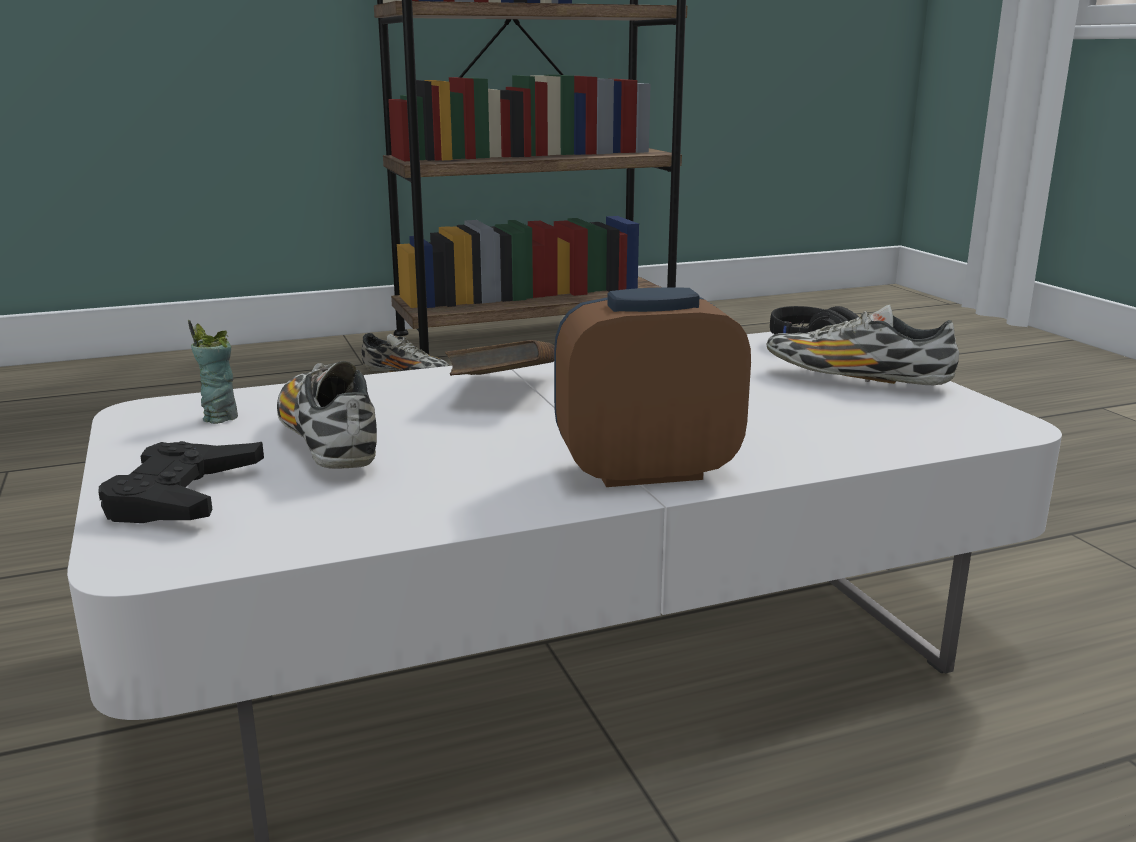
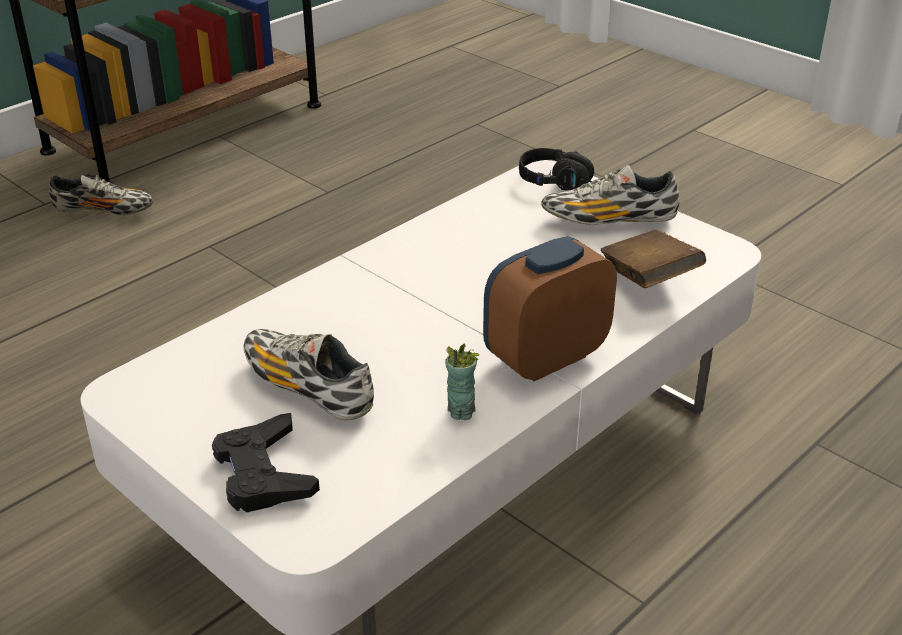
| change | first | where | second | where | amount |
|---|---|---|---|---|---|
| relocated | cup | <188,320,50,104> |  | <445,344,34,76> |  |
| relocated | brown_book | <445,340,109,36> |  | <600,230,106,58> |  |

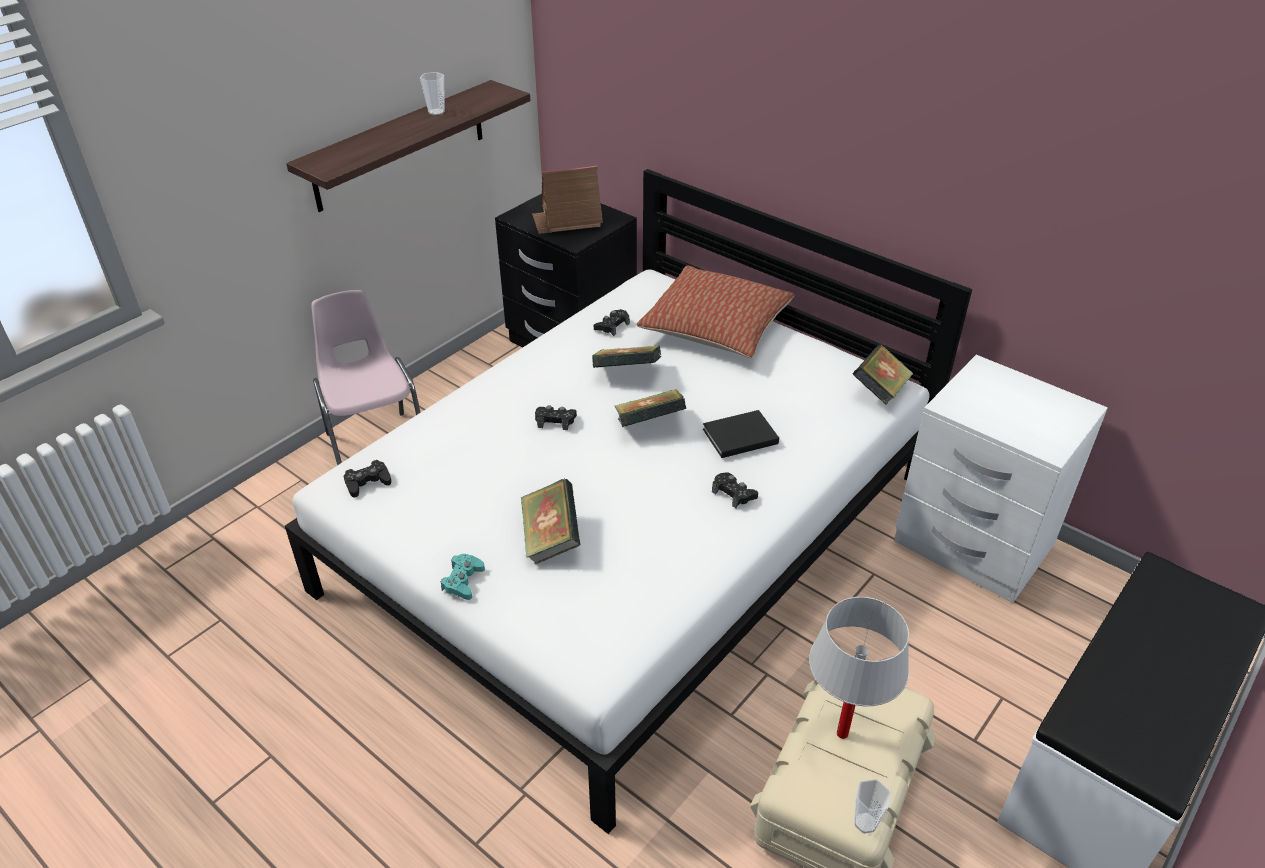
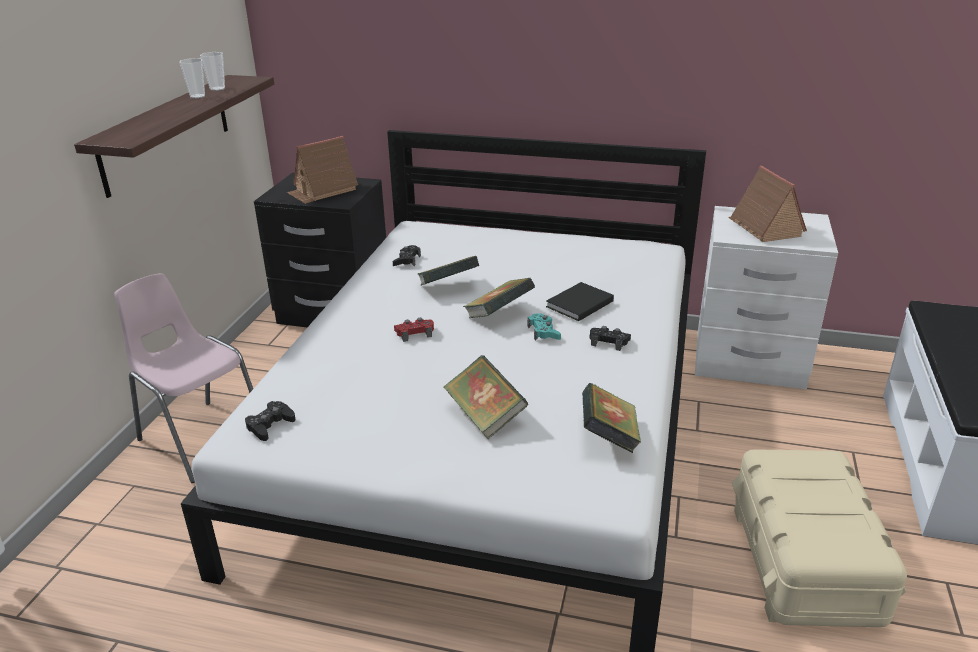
| change | first | where | second | where | amount |
|---|---|---|---|---|---|
| relocated | turquoise_game_controller | <441,554,44,46> |  | <528,313,33,28> |  |
| colour | black_game_controller | <535,405,42,25> | red_game_controller | <394,318,40,24> |  |
| missing | pillow | <637,265,157,93> |  |  |  |
| missing | white_table_lamp | <809,597,100,142> |  |  |  |
| relocated | book | <853,344,60,61> |  | <582,383,59,70> |  |
| relocated | cup | <854,779,38,54> |  | <200,52,25,39> |  |
| appeared |  |  | toy_house | <728,166,79,76> |  |

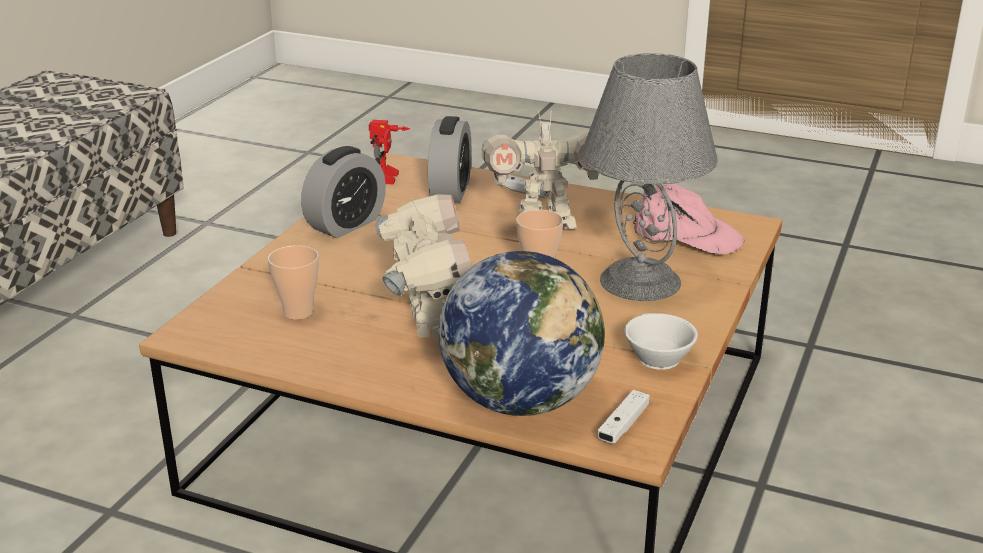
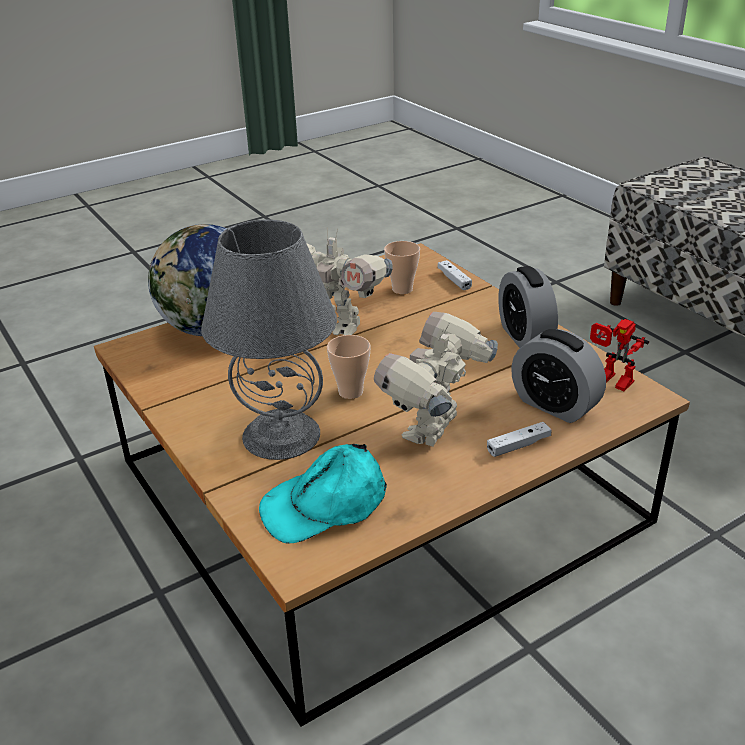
| change | first | where | second | where | amount |
|---|---|---|---|---|---|
| relocated | white_game_controller | <597,390,53,54> |  | <437,260,35,30> |  |
| missing | white_cup | <624,313,74,57> |  |  |  |
| colour | pink_cap | <633,184,111,71> | turquoise_cap | <259,444,128,100> |  |

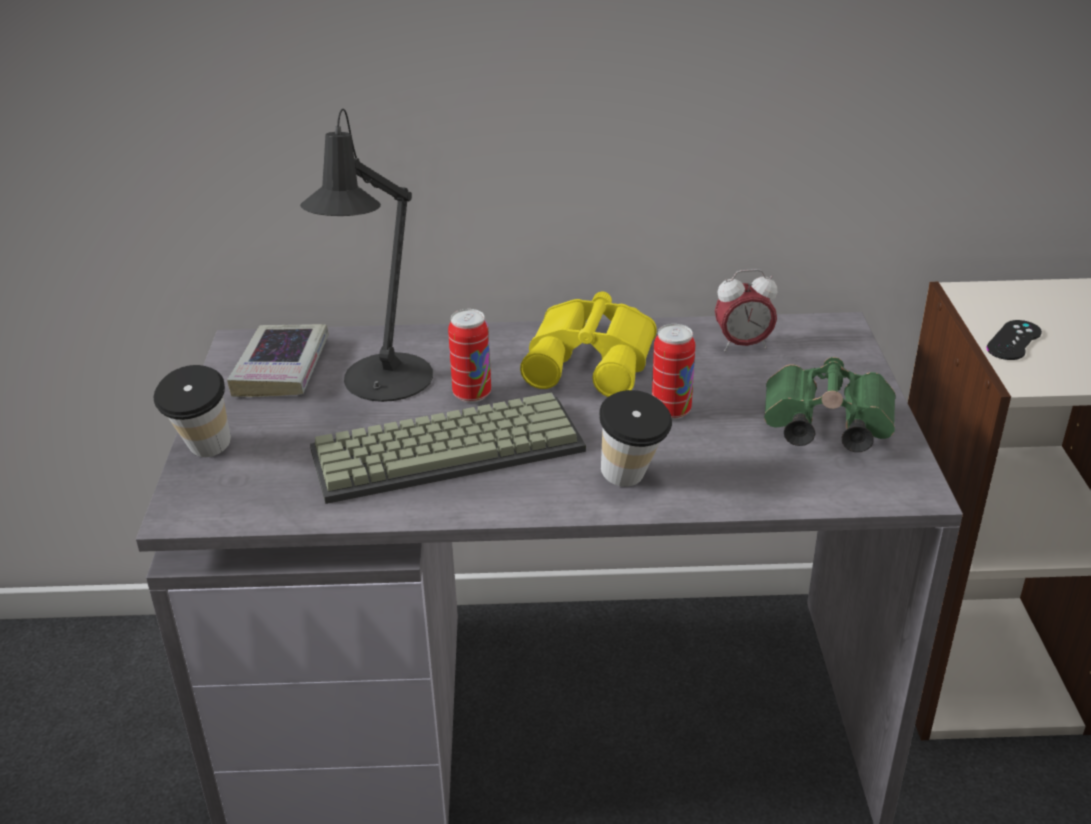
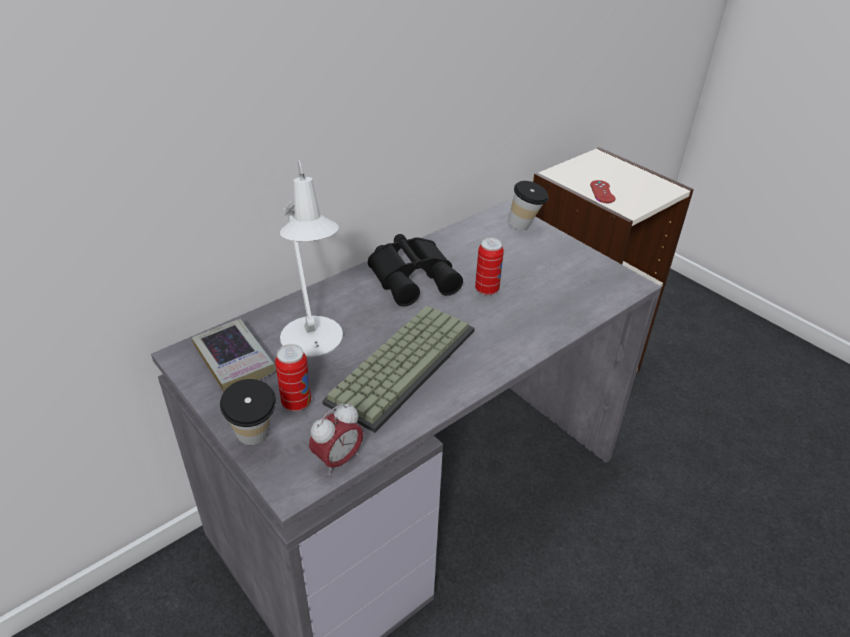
| change | first | where | second | where | amount |
|---|---|---|---|---|---|
| colour | black_table_lamp | <300,109,133,293> | white_table_lamp | <280,160,63,197> |  |
| relocated | can | <448,309,43,94> |  | <275,344,36,67> |  |
| colour | yellow_binoculars | <520,292,137,105> | black_binoculars | <368,234,95,73> |  |
| relocated | cup | <599,390,73,97> |  | <508,181,41,50> |  |
| relocated | alarm_clock | <715,269,63,83> |  | <309,403,54,72> |  |
| missing | green_binoculars | <764,357,131,95> |  |  |  |
| colour | black_game_controller | <986,320,56,40> | red_game_controller | <590,180,25,23> |  |

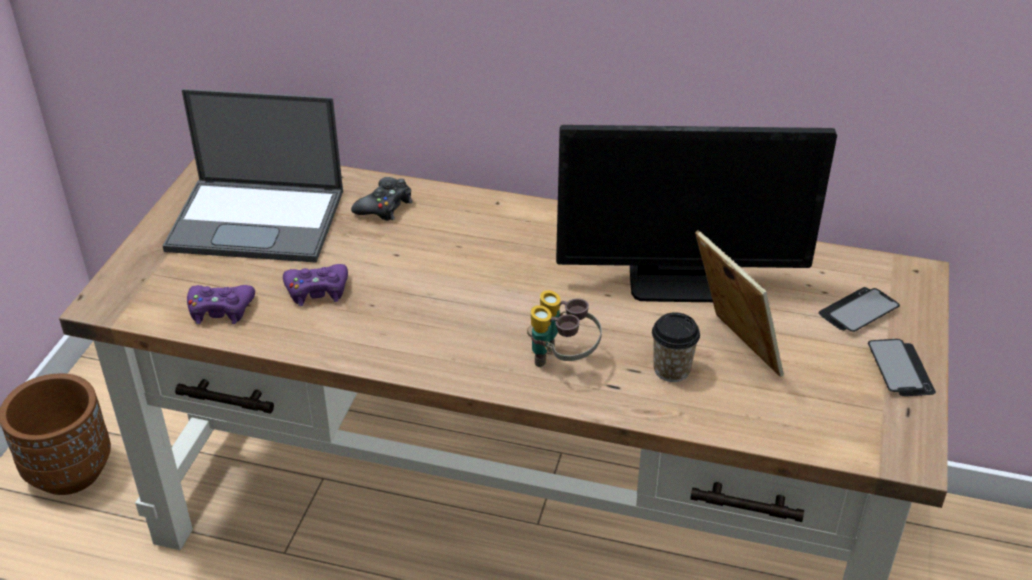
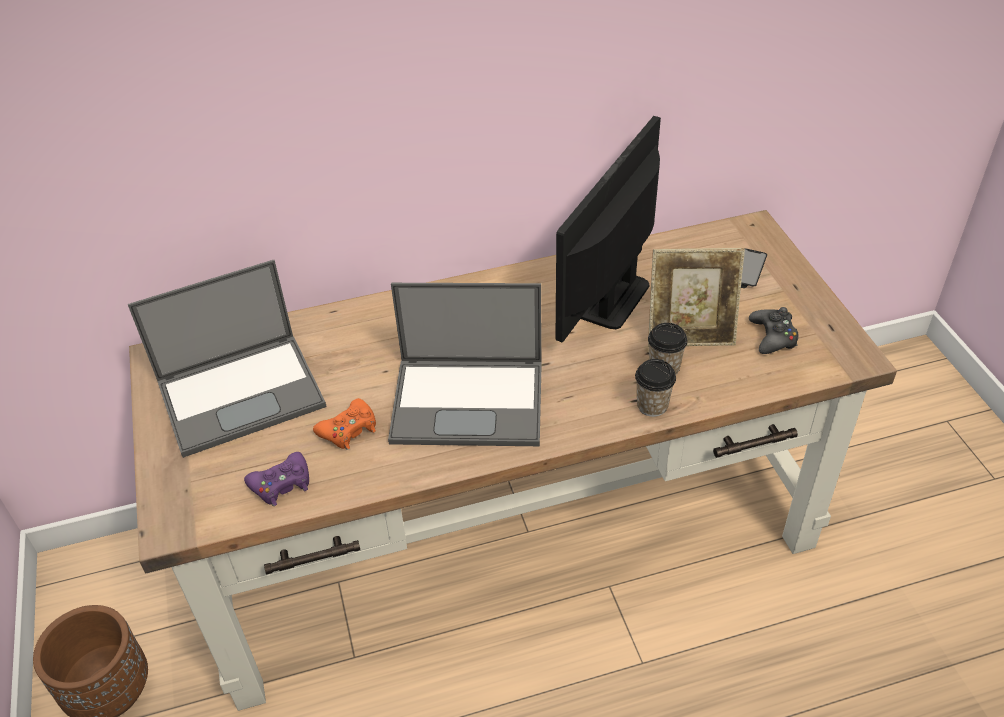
| change | first | where | second | where | amount |
|---|---|---|---|---|---|
| colour | purple_game_controller | <283,264,65,42> | orange_game_controller | <313,398,63,52> |  |
| relocated | black_game_controller | <351,177,62,44> |  | <749,307,49,47> |  |
| missing | binoculars | <527,290,75,77> |  |  |  |
| spun | monitor | <556,125,281,177> |  | <555,116,106,226> | 150 degrees clockwise |
| spun | picture_frame | <695,230,89,147> |  | <648,248,97,99> | 150 degrees clockwise |
| missing | phone | <868,339,68,57> |  |  |  |
| appeared |  |  | laptop | <388,283,154,163> |  |
| appeared |  |  | cup | <635,359,41,58> |  |

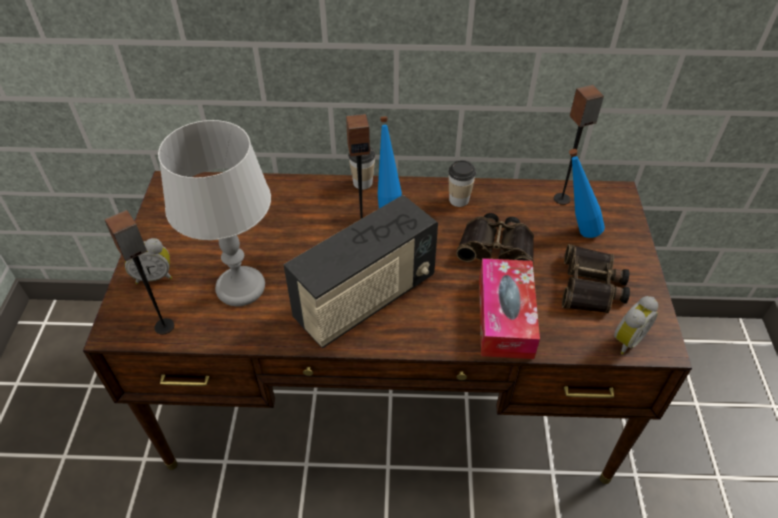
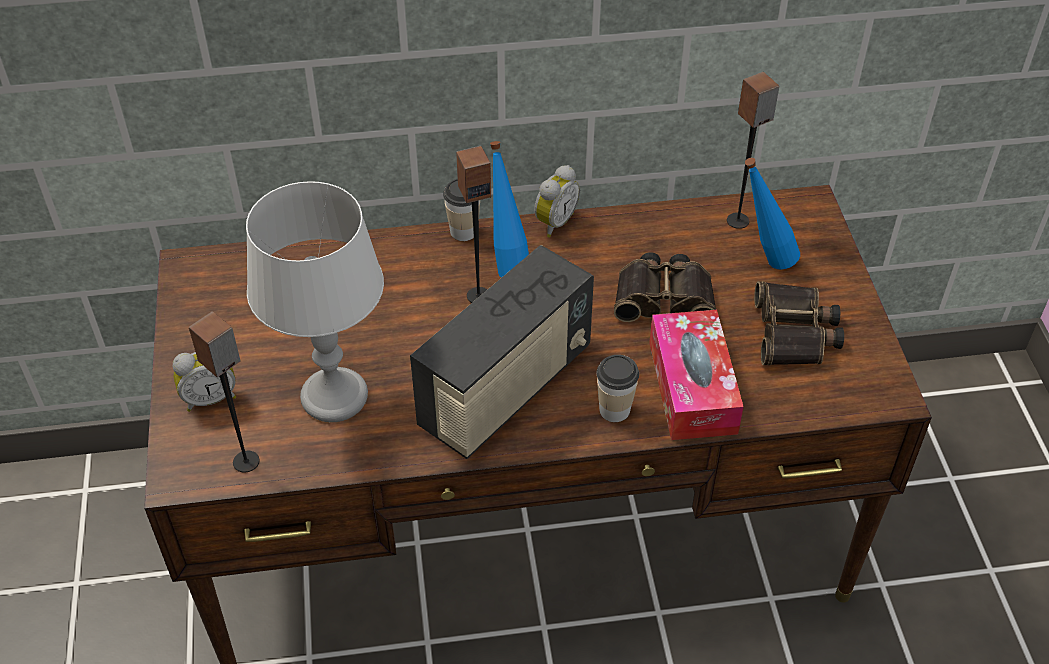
| change | first | where | second | where | amount |
|---|---|---|---|---|---|
| relocated | cup | <448,160,28,47> |  | <597,355,42,67> |  |
| relocated | alarm_clock | <614,296,44,59> |  | <534,165,46,72> |  |

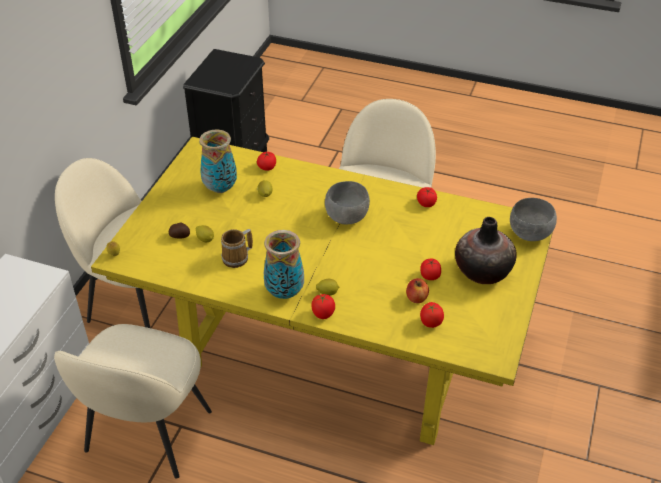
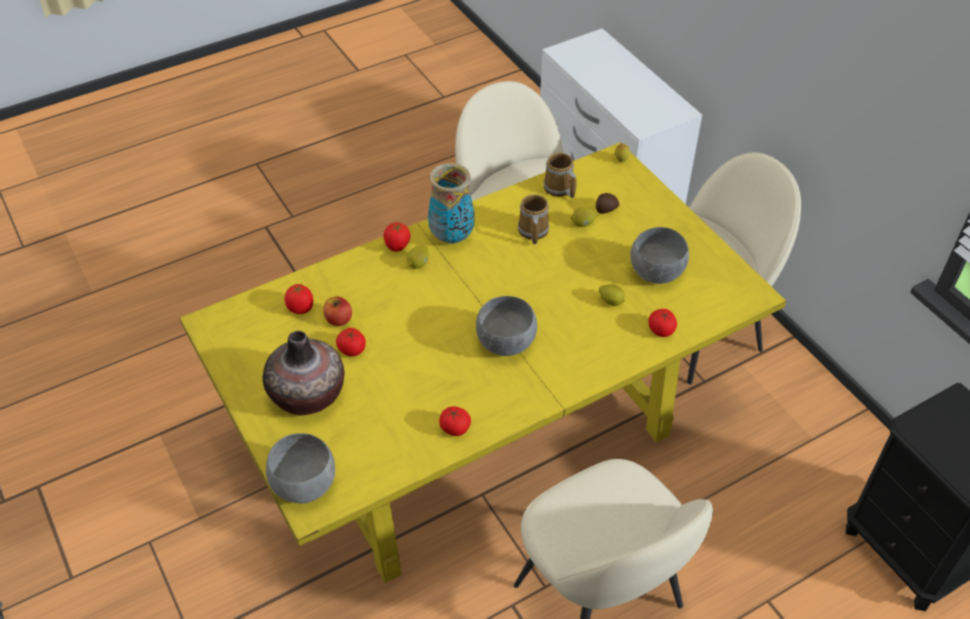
| change | first | where | second | where | amount |
|---|---|---|---|---|---|
| exchanged | vase | <199,130,38,63> | grey_bowl | <630,227,59,57> |  |
| appeared |  |  | mug | <544,153,32,45> |  |

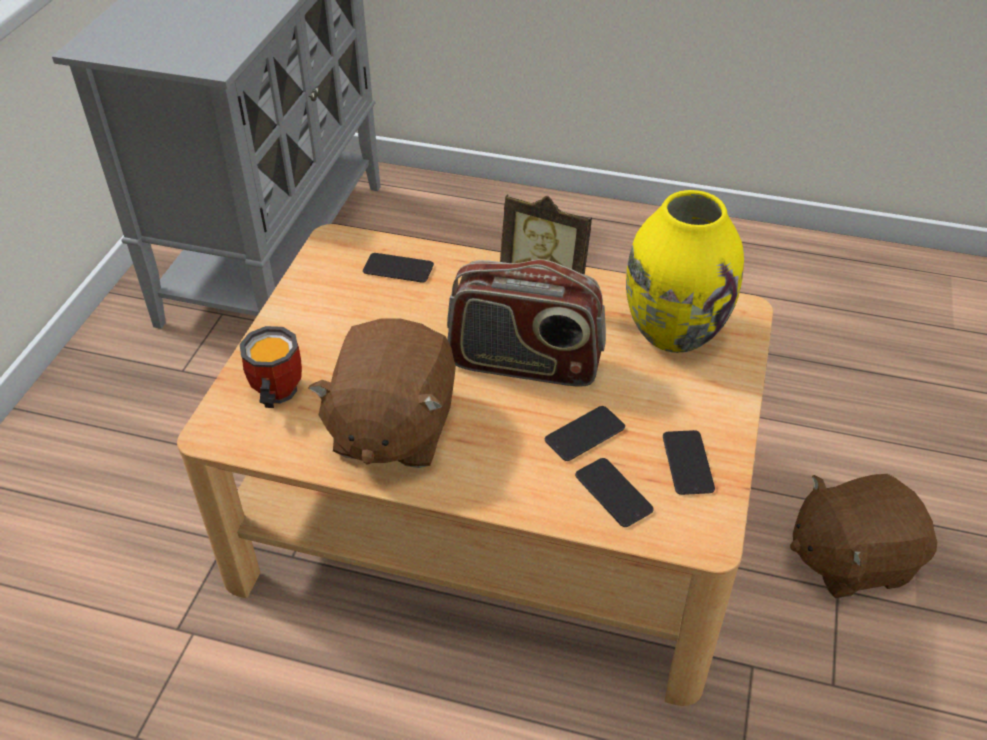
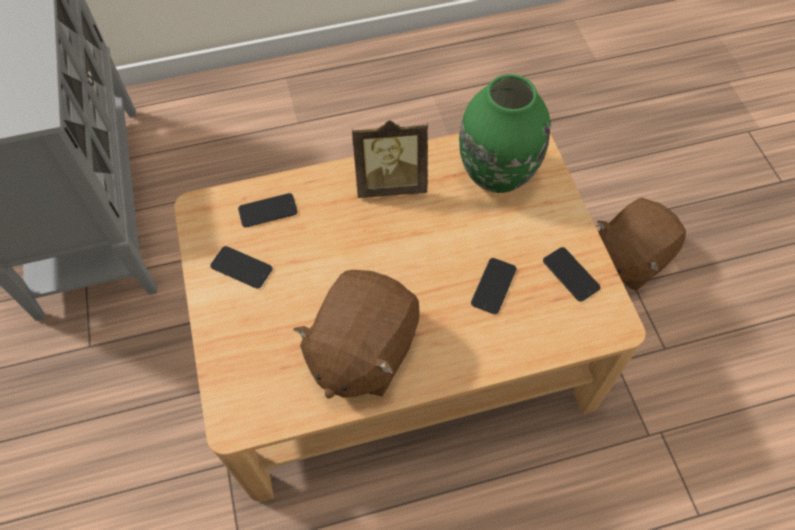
| change | first | where | second | where | amount |
|---|---|---|---|---|---|
| missing | mug | <240,326,62,82> |  |  |  |
| spun | brown_plush_toy | <308,318,148,150> |  | <293,270,127,128> | 45 degrees clockwise |
| missing | radio | <447,259,159,128> |  |  |  |
| relocated | phone | <575,458,79,69> |  | <210,246,62,43> |  |
| colour | yellow_vase | <626,190,118,163> | green_vase | <459,74,92,119> |  |

